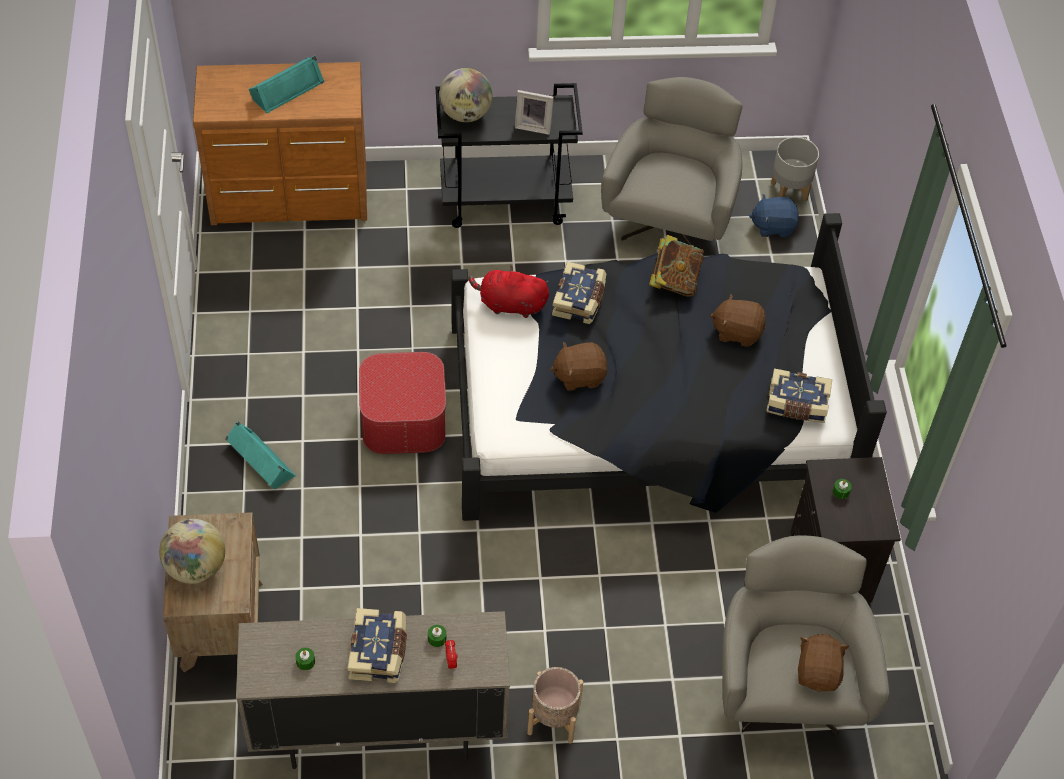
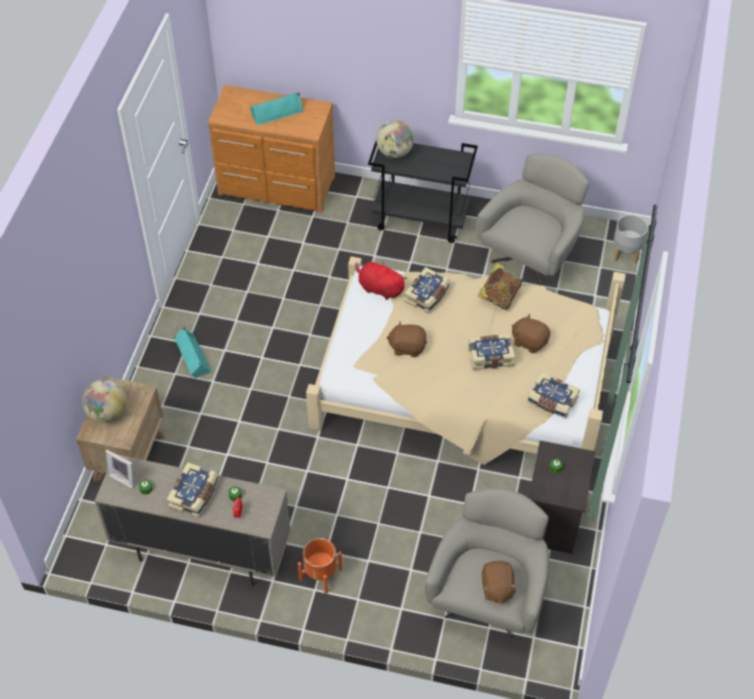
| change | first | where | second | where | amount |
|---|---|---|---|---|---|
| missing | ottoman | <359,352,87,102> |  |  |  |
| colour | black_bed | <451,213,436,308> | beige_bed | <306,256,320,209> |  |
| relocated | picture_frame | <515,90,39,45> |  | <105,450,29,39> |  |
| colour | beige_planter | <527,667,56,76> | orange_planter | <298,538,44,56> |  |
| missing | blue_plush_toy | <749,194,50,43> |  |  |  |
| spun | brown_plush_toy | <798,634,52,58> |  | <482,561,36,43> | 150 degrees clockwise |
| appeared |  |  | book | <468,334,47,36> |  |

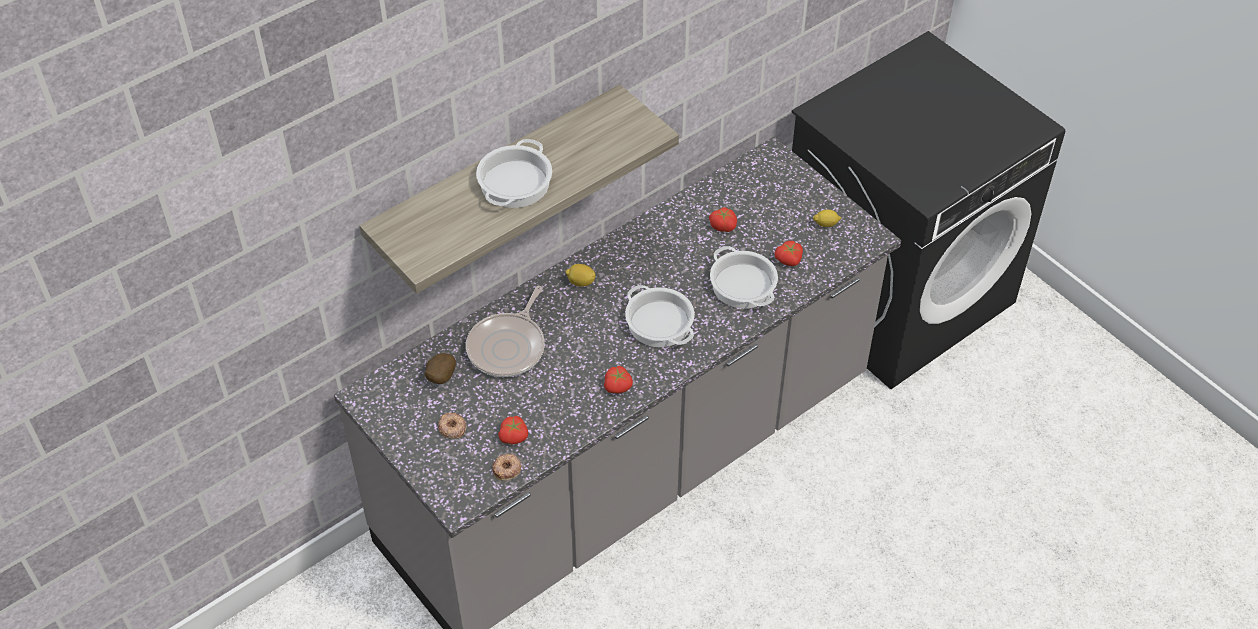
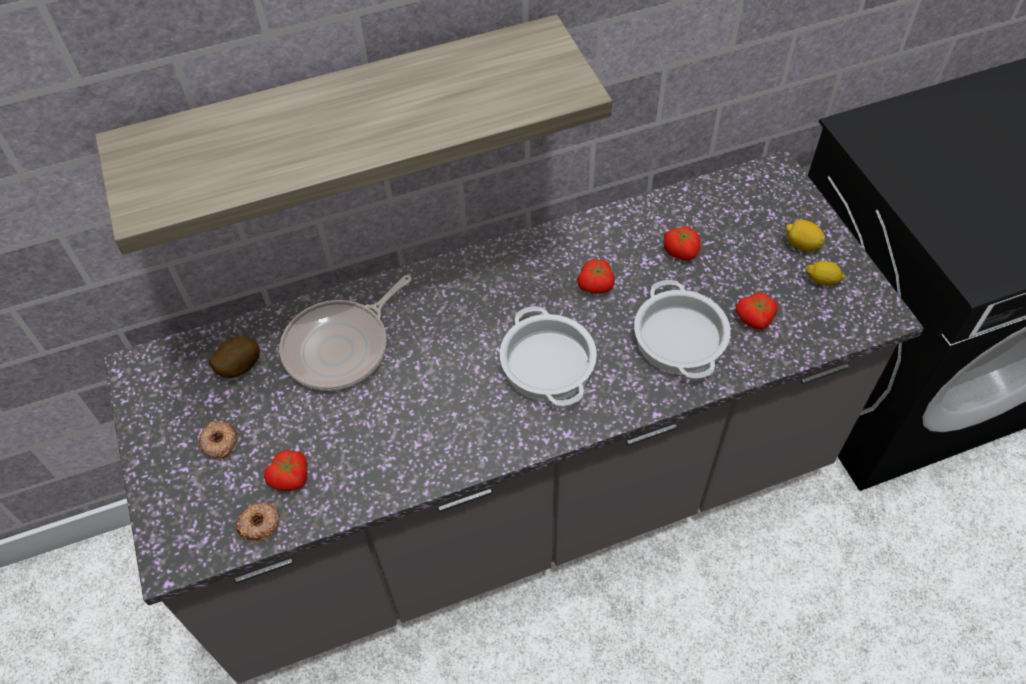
| change | first | where | second | where | amount |
|---|---|---|---|---|---|
| missing | cooking_pot | <476,139,76,69> |  |  |  |
| relocated | lemon | <566,264,30,23> |  | <786,220,39,31> |  |
| relocated | tomato | <604,366,29,28> |  | <577,259,38,35> |  |

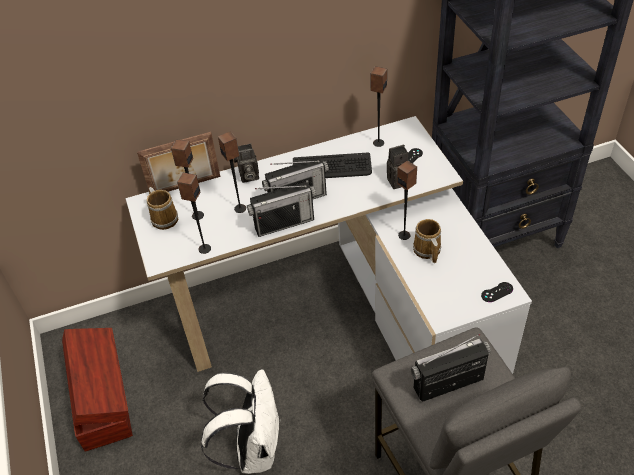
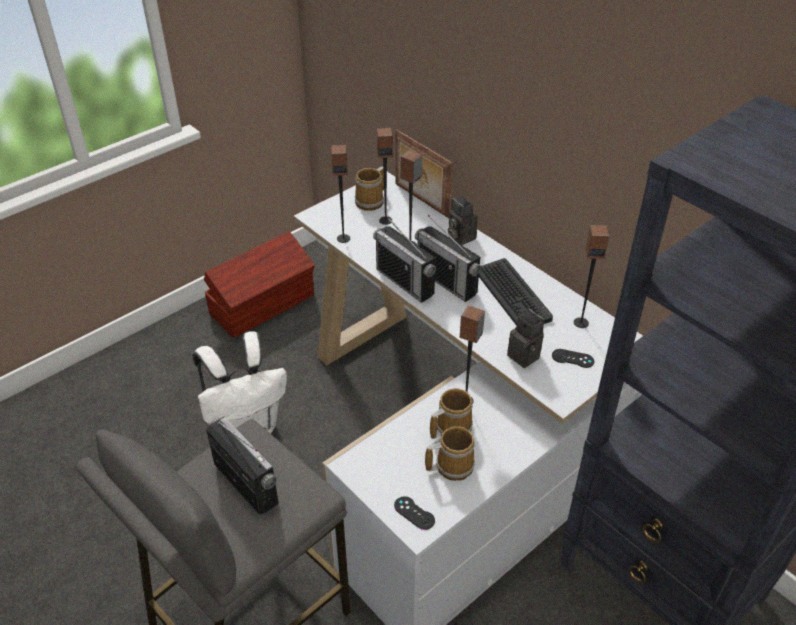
| change | first | where | second | where | amount |
|---|---|---|---|---|---|
| appeared |  |  | mug | <425,426,50,55> |  |

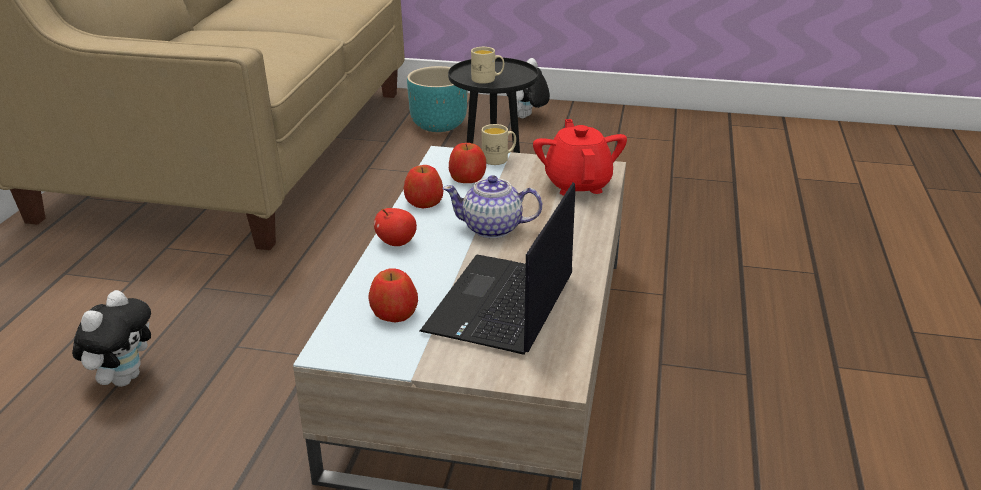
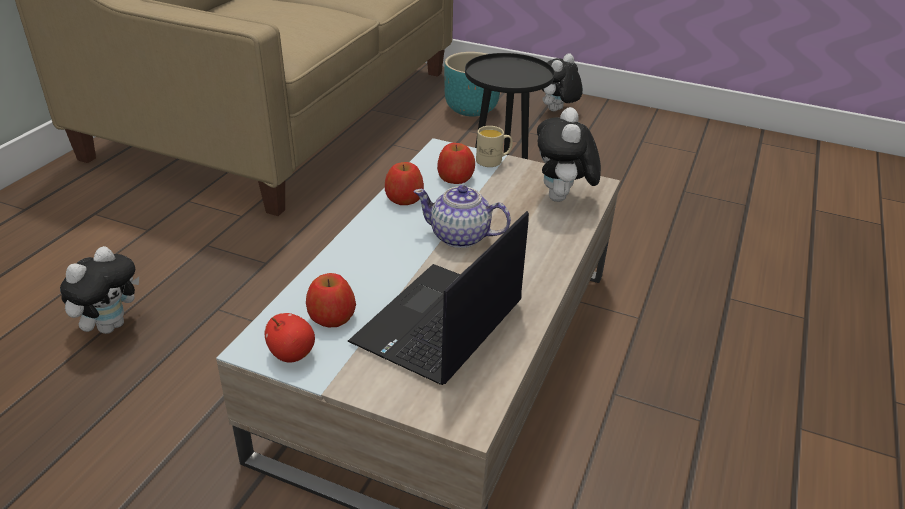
| change | first | where | second | where | amount |
|---|---|---|---|---|---|
| relocated | apple | <374,208,43,38> |  | <265,313,50,50> |  |
| missing | beige_mug | <471,47,33,37> |  |  |  |
| exchanged | red_teapot | <533,119,94,76> | plush_toy | <537,107,64,95> |  |

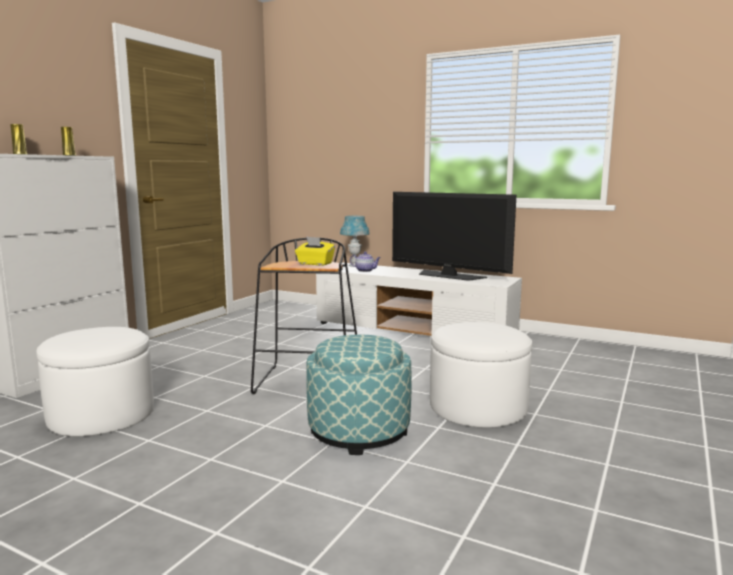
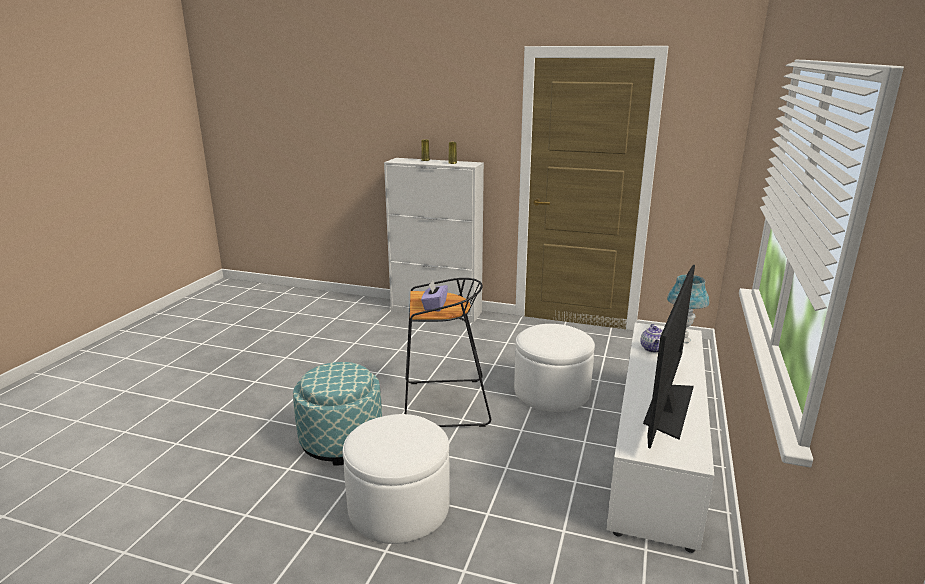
| change | first | where | second | where | amount |
|---|---|---|---|---|---|
| relocated | white_ottoman | <36,327,118,109> |  | <514,324,81,88> |  |
| colour | yellow_tissue_box | <295,236,40,30> | purple_tissue_box | <421,281,27,30> |  |

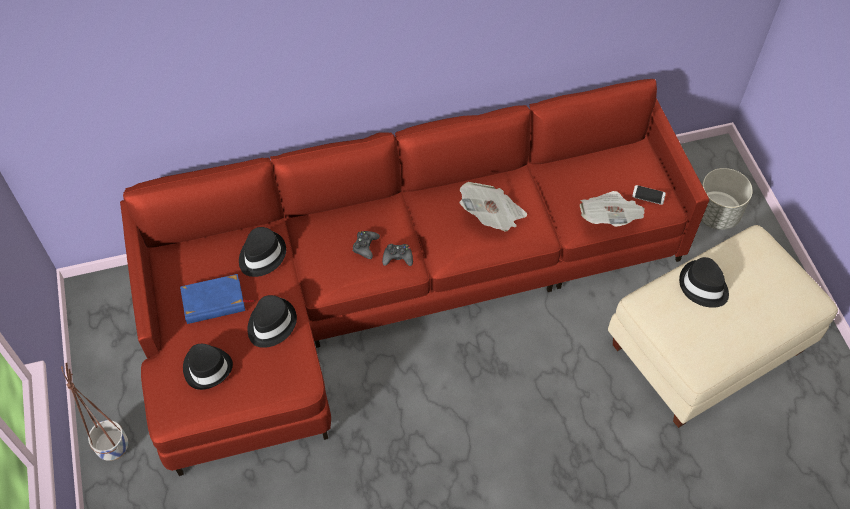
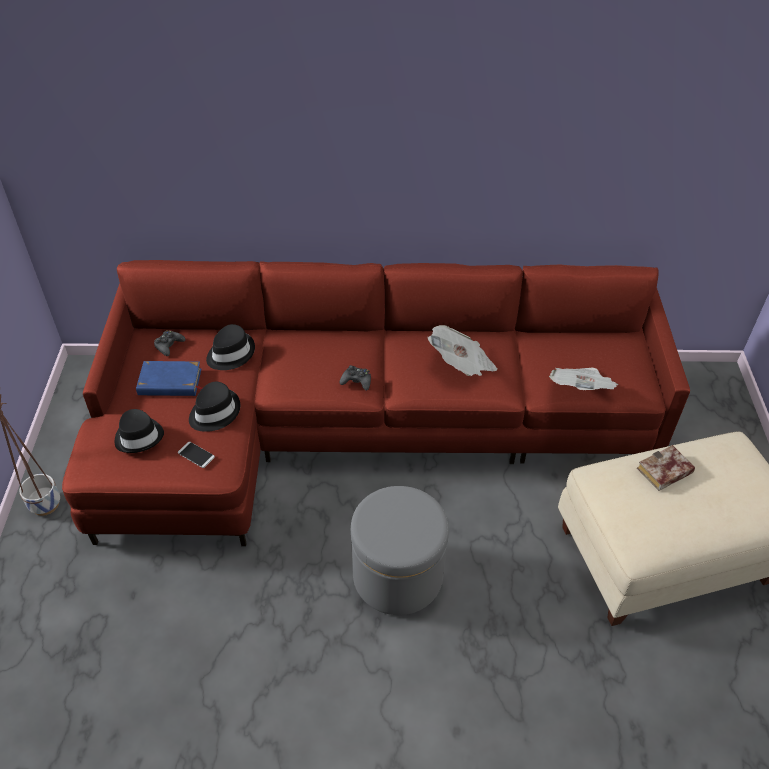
| change | first | where | second | where | amount |
|---|---|---|---|---|---|
| relocated | black_game_controller | <353,230,27,29> |  | <154,330,32,26> |  |
| relocated | phone | <632,185,34,20> |  | <178,442,37,26> |  |
| exchanged | black_hat | <679,257,50,51> | book | <637,445,58,46> |  |
| missing | grey_planter | <701,168,52,62> |  |  |  |
| appeared |  |  | grey_ottoman | <351,486,98,129> |  |

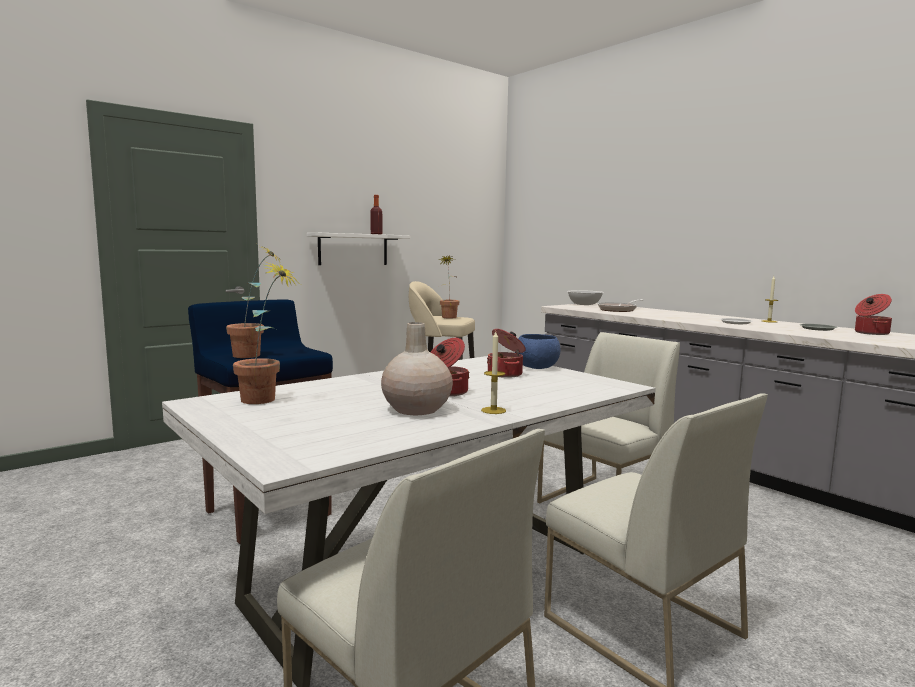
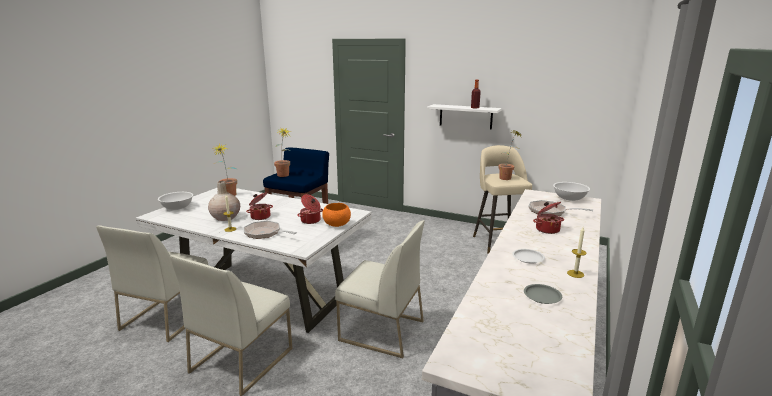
| change | first | where | second | where | amount |
|---|---|---|---|---|---|
| colour | blue_bowl | <515,334,46,35> | orange_bowl | <322,203,29,24> |  |
| relocated | cooking_pot | <855,294,37,41> |  | <533,202,31,32> |  |
| appeared |  |  | white_bowl | <158,192,35,18> |  |
| appeared |  |  | frying_pan | <244,221,53,18> |  |

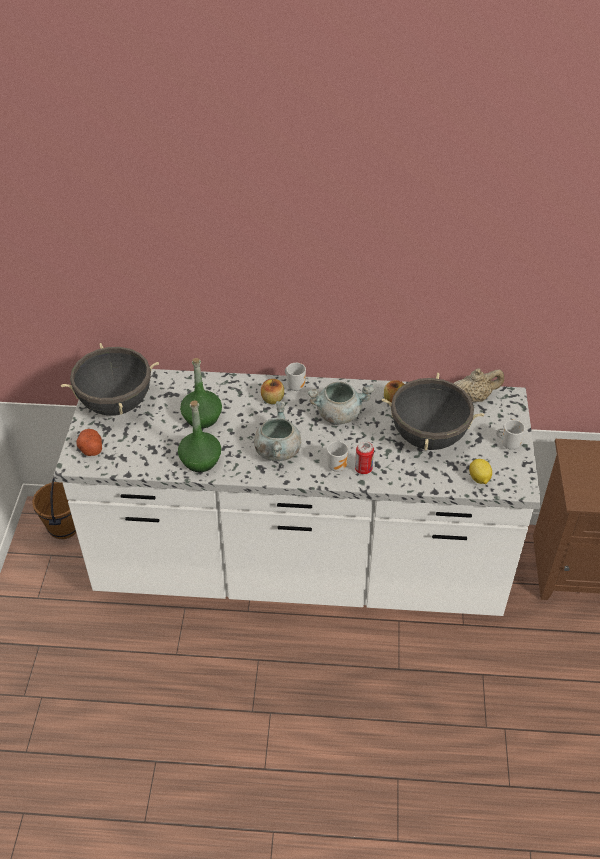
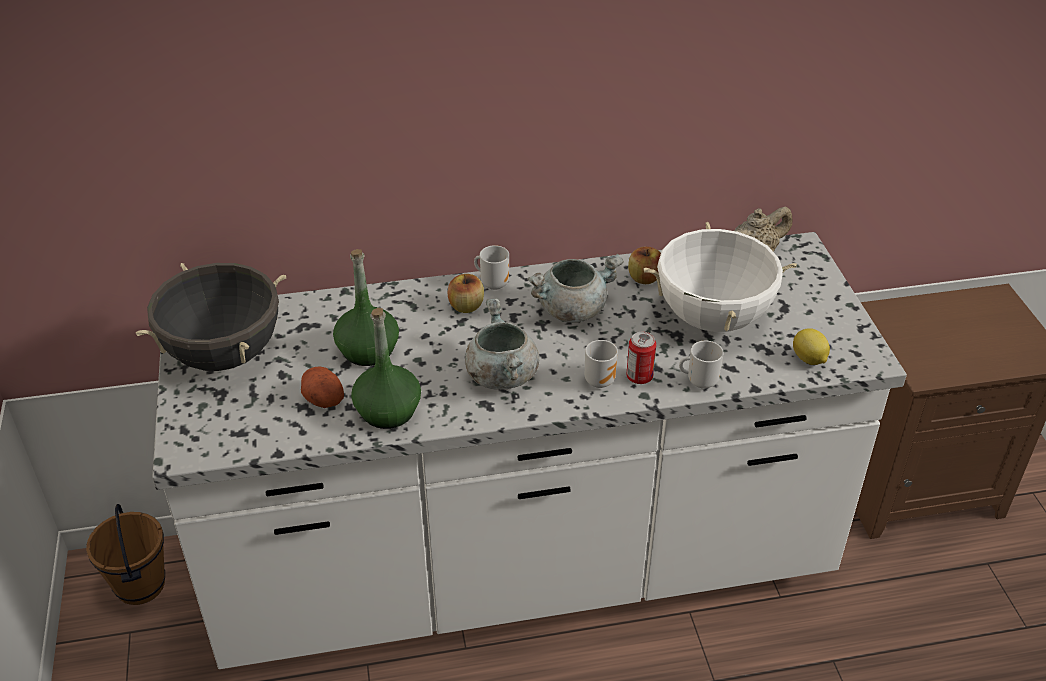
| change | first | where | second | where | amount |
|---|---|---|---|---|---|
| relocated | potato | <76,429,26,27> |  | <301,366,43,42> |  |
| colour | black_cooking_pot | <382,372,102,79> | white_cooking_pot | <643,221,154,111> |  |
| relocated | mug | <496,420,29,30> |  | <679,341,45,48> |  |

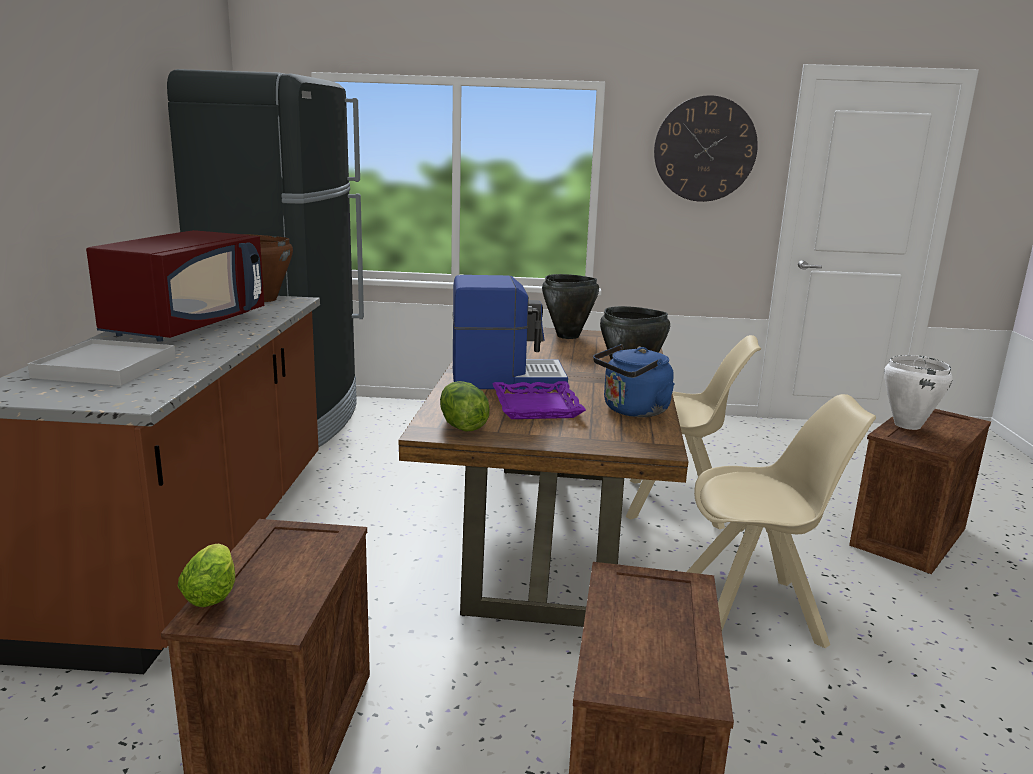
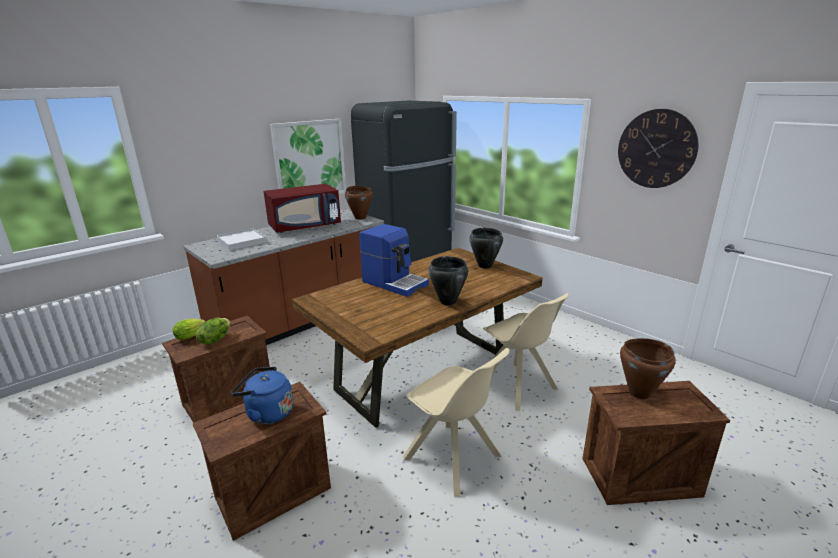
| change | first | where | second | where | amount |
|---|---|---|---|---|---|
| relocated | lettuce | <440,381,50,51> |  | <196,318,34,27> |  |
| missing | purple_tray | <492,381,94,38> |  |  |  |
| relocated | blue_kettle | <593,344,82,73> |  | <231,367,62,57> |  |
| colour | white_cooking_pot | <884,355,69,75> | brown_cooking_pot | <620,338,56,61> |  |
| appeared |  |  | picture | <270,119,76,75> |  |

